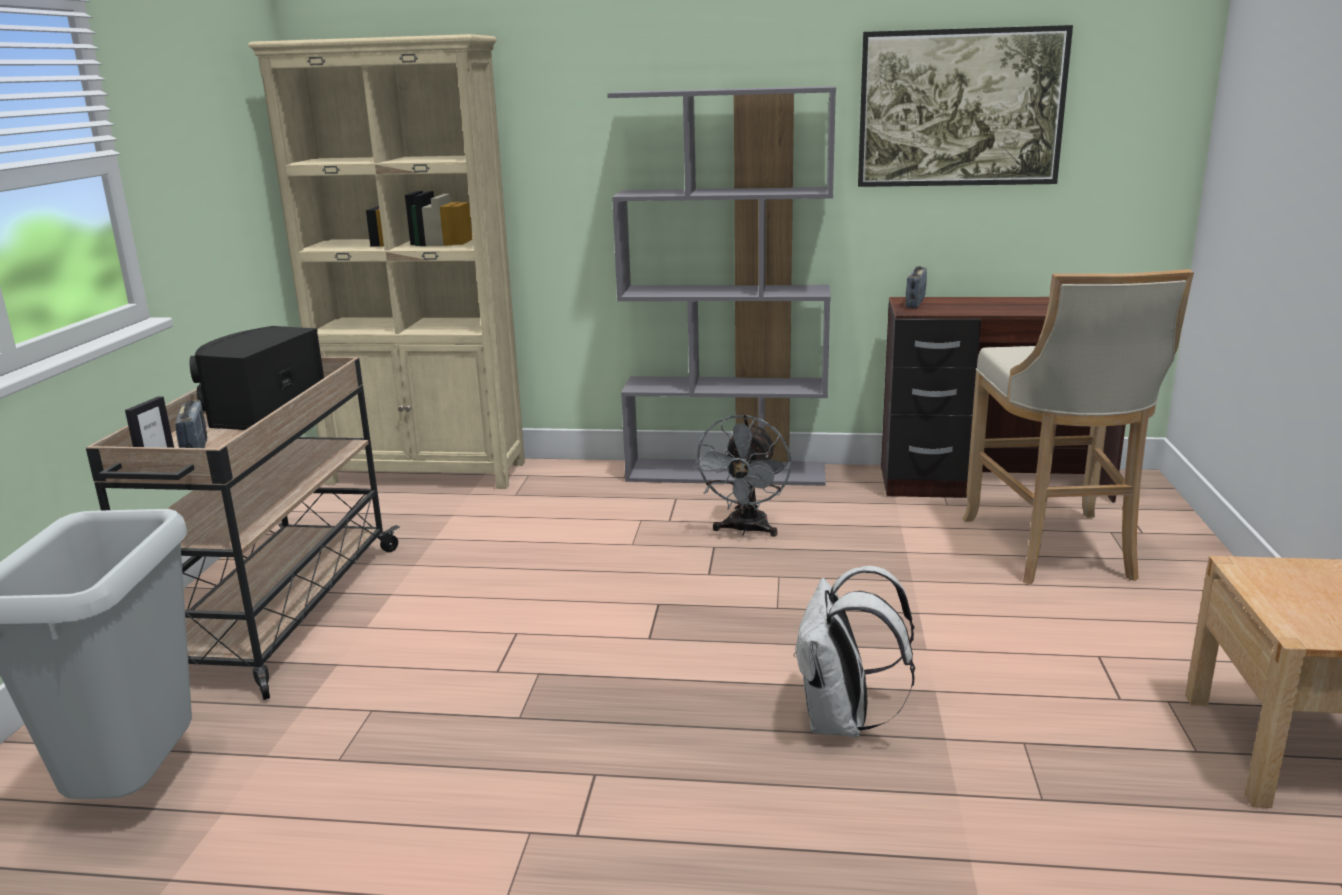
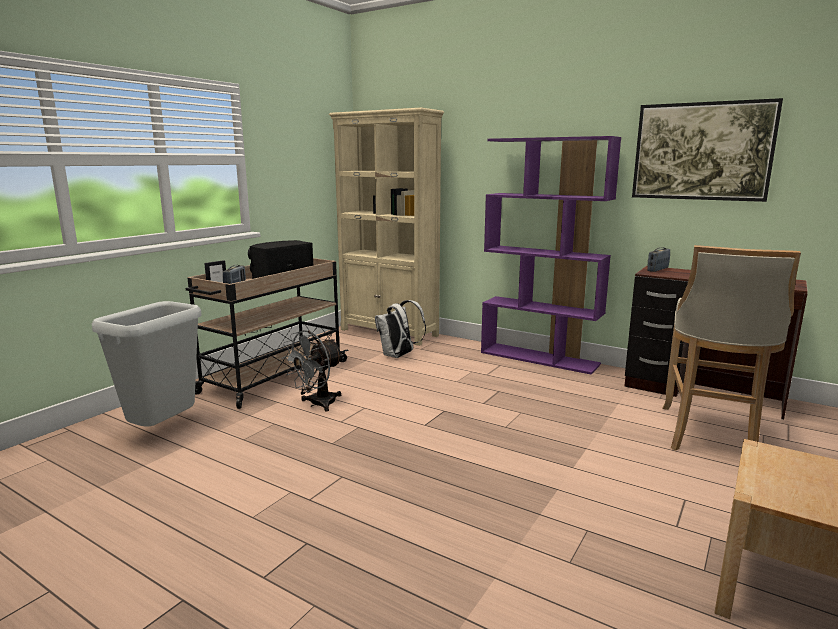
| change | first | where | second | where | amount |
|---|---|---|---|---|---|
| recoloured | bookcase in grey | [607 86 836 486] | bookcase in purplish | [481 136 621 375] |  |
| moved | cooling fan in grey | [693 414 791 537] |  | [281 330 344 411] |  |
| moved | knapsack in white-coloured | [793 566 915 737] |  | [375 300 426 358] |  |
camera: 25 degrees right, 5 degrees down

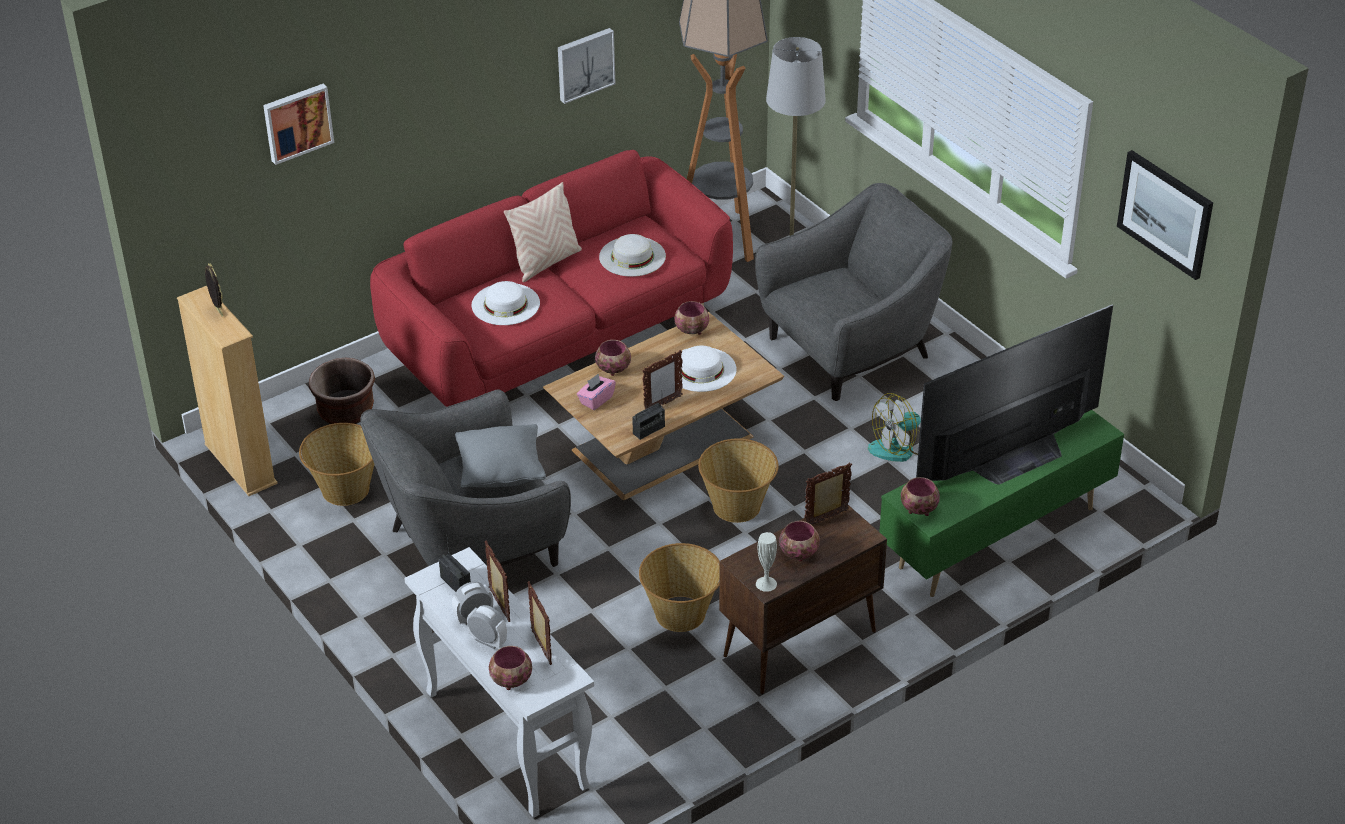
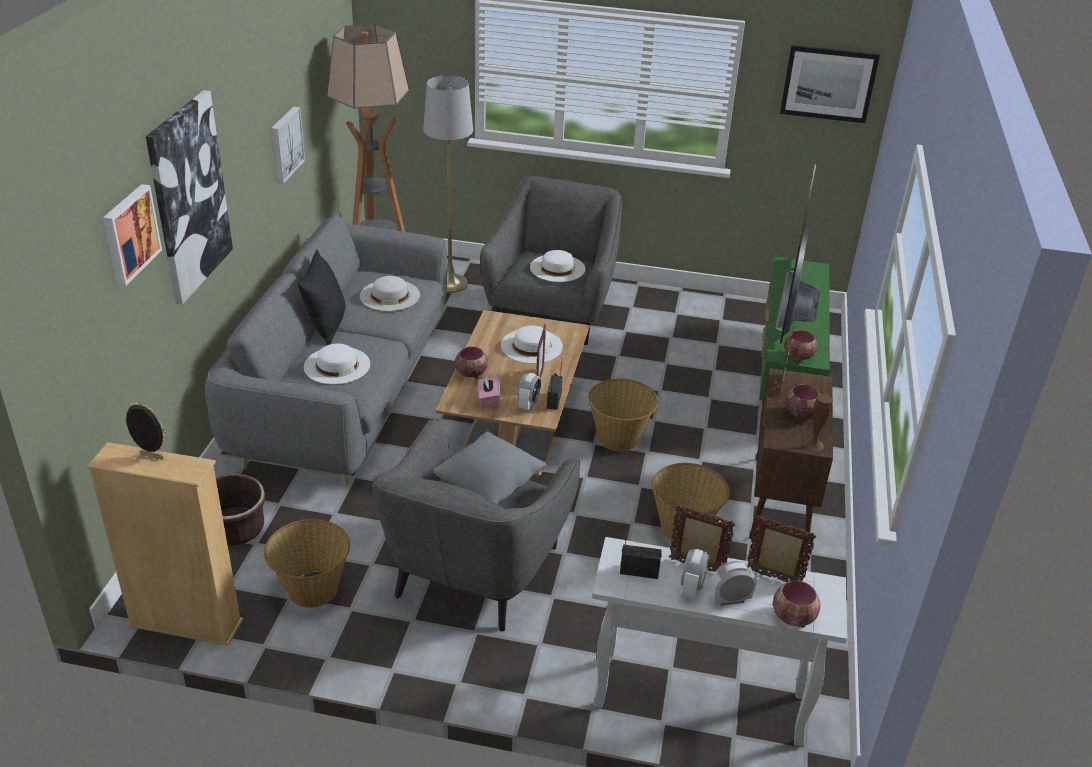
| change | first | where | second | where | amount |
|---|---|---|---|---|---|
| recoloured | sofa in reddish | [370 150 733 407] | sofa in grey | [205 215 447 485] |  |
| recoloured | pillow in beige | [504 182 582 282] | pillow in blackish | [298 249 346 345] |  |
| removed | bowl | [674 301 709 335] |  |  |  |
| removed | cooling fan | [868 393 921 462] |  |  |  |
| recoloured | flower vase in white-coloured | [756 532 777 592] | flower vase in brown | [804 394 833 451] |  |
| added |  |  | wall art | [146 90 233 305] |  |
| added |  |  | hat in white-coloured | [530 250 585 282] |  |
| added |  |  | alarm clock | [518 373 541 411] |  |
camera: 45 degrees left, 5 degrees down

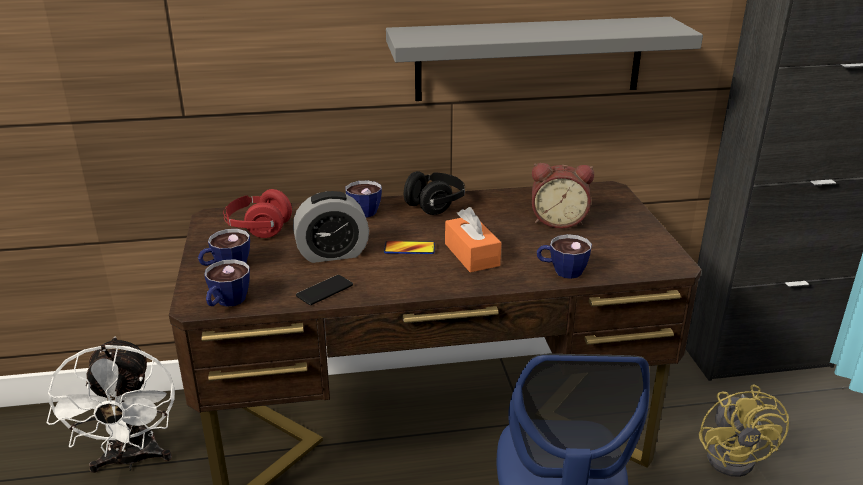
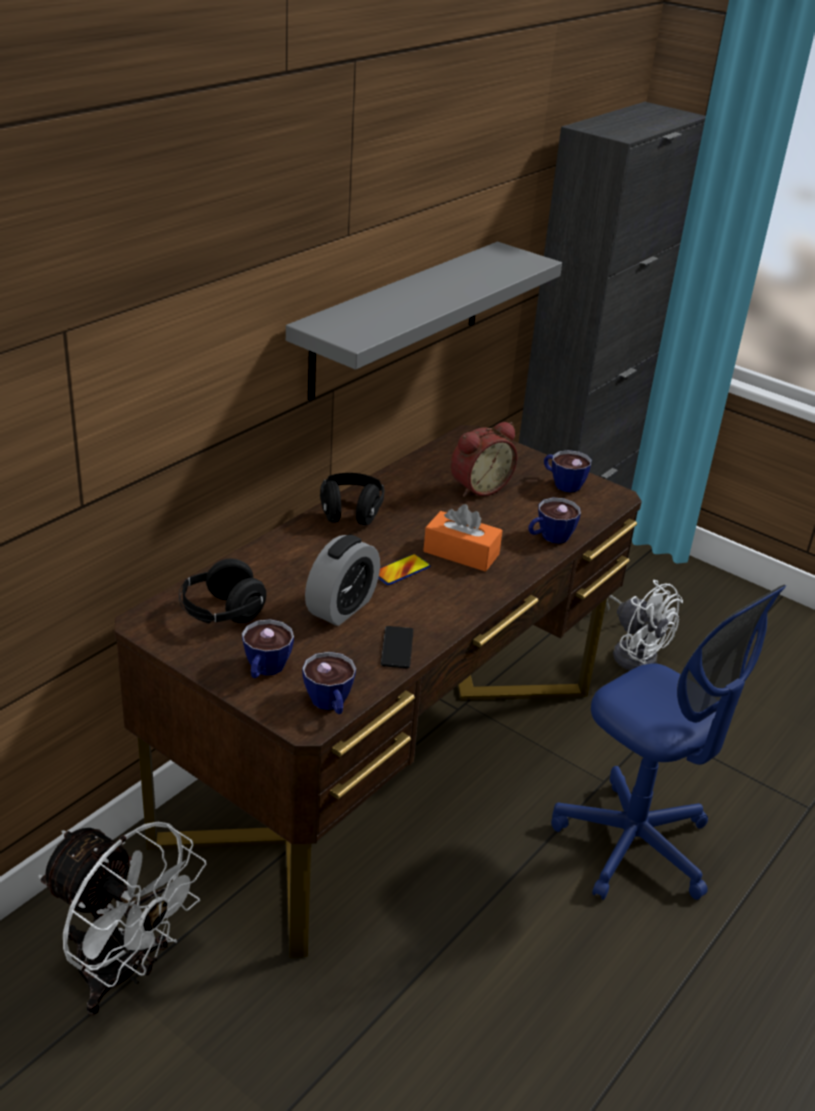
| change | first | where | second | where | amount |
|---|---|---|---|---|---|
| moved | drinking cup | [346 180 382 218] |  | [544 450 592 492] |  |
| recoloured | headphones in reddish | [223 189 292 238] | headphones in blackish | [179 559 266 623] |  |
| recoloured | cooling fan in yellowish | [699 384 789 477] | cooling fan in white-coloured | [606 580 683 670] |  |
camera: 45 degrees left, 5 degrees up

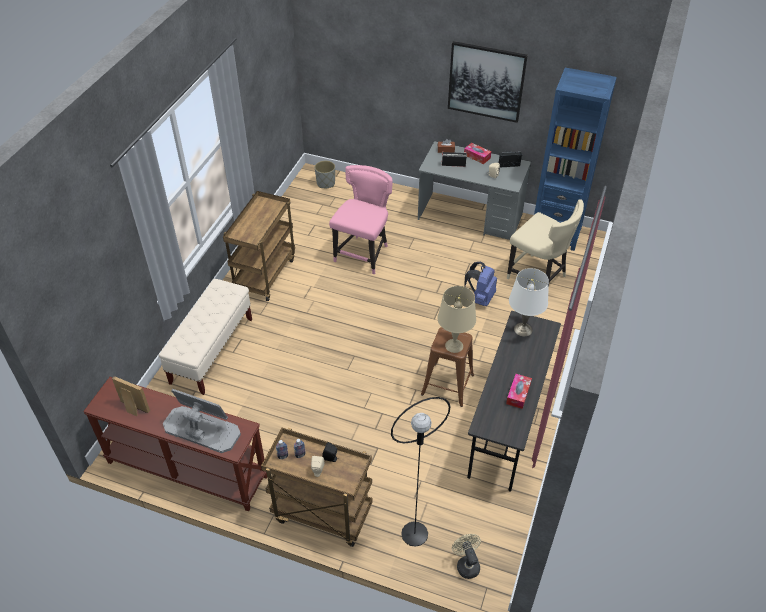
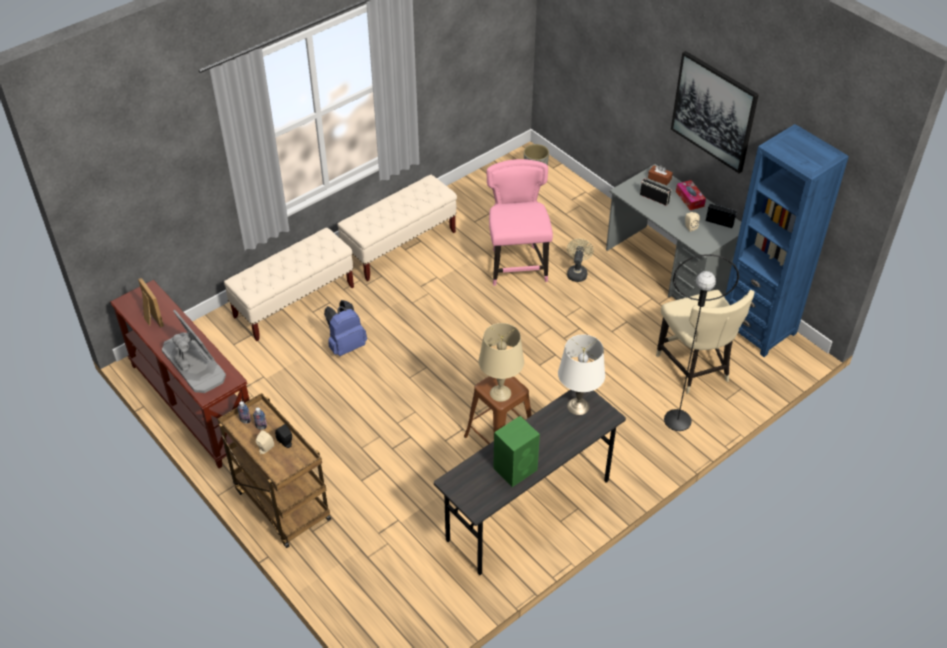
| change | first | where | second | where | amount |
|---|---|---|---|---|---|
| turned | plain chair in pinkish | [329 165 393 275] |  | [487 159 553 286] | 60 degrees counterclockwise |
| replaced | wheeled cart in brown | [223 191 295 301] | bench in beige | [337 175 457 281] |  |
| moved | knapsack in blue | [464 262 497 306] |  | [324 300 367 356] |  |
| replaced | box of tissues | [506 374 532 409] | audio speaker in green-coloured | [493 416 540 487] |  |
| moved | floor lamp in blackish | [391 397 451 547] |  | [664 254 739 431] |  |
| moved | cooling fan in beige | [452 534 481 579] |  | [567 239 594 282] |  |
camera: 30 degrees right, 0 degrees up

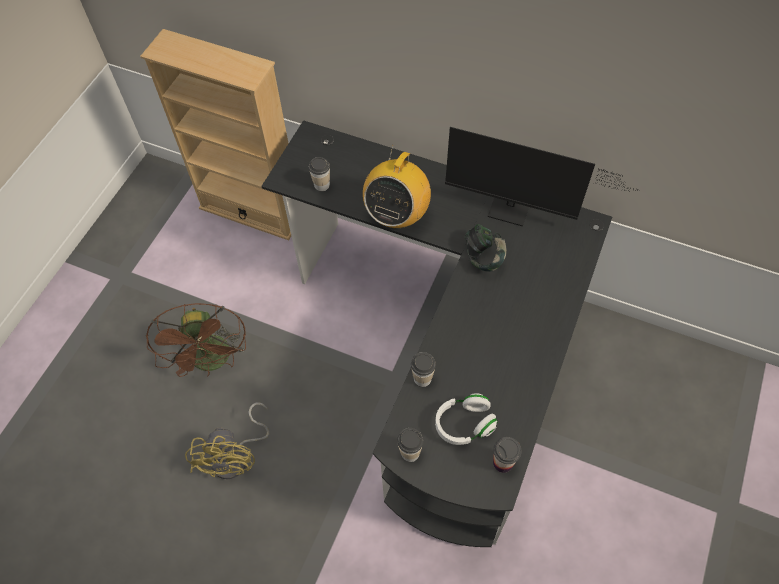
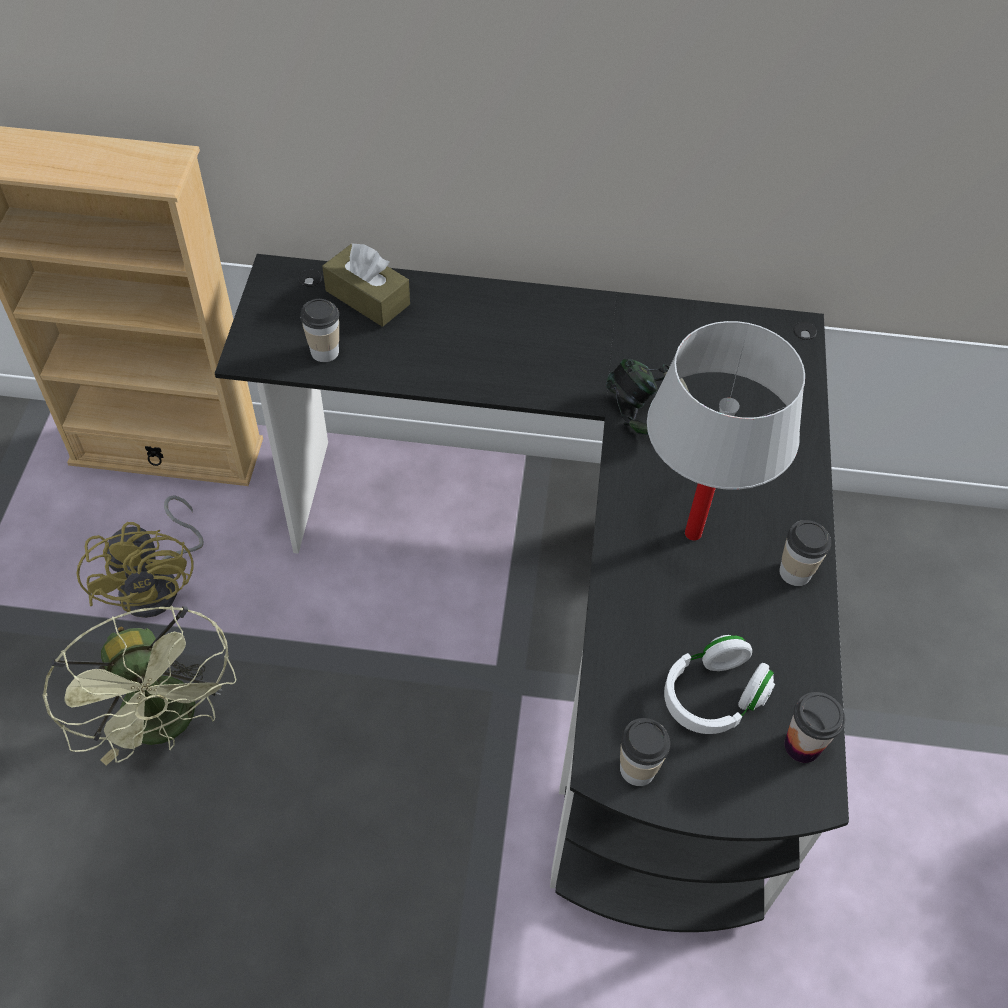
| change | first | where | second | where | amount |
|---|---|---|---|---|---|
| removed | computer display | [445 127 640 226] |  |  |  |
| removed | radio | [363 145 431 229] |  |  |  |
| recoloured | cooling fan in brown | [146 303 246 377] | cooling fan in green-coloured | [42 606 236 766] |  |
| moved | drinking cup | [411 352 436 387] |  | [779 520 831 586] |  |
| moved | cooling fan in yellowish | [185 402 269 479] |  | [77 496 204 618] |  |
| added |  |  | box of tissues in brown | [322 243 410 327] |  |
| added |  |  | lamp for a table in white-coloured | [647 321 805 541] |  |
camera: 20 degrees left, 5 degrees down

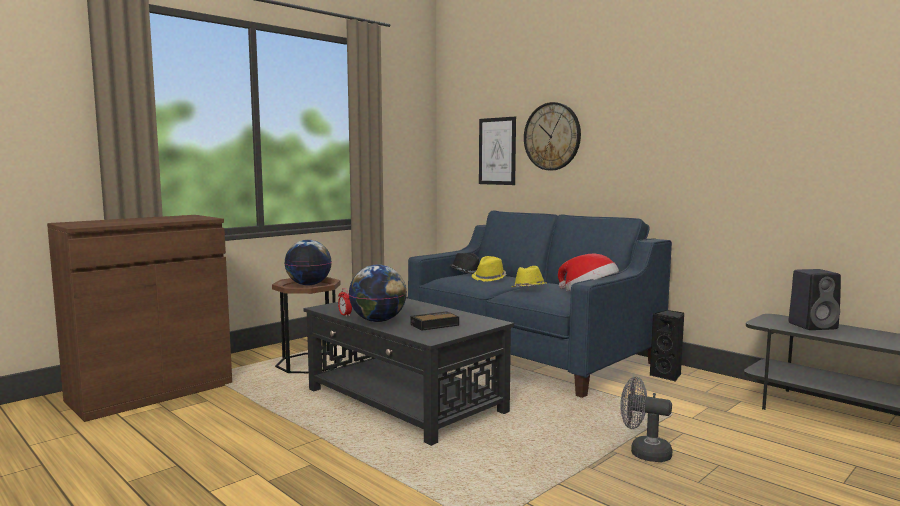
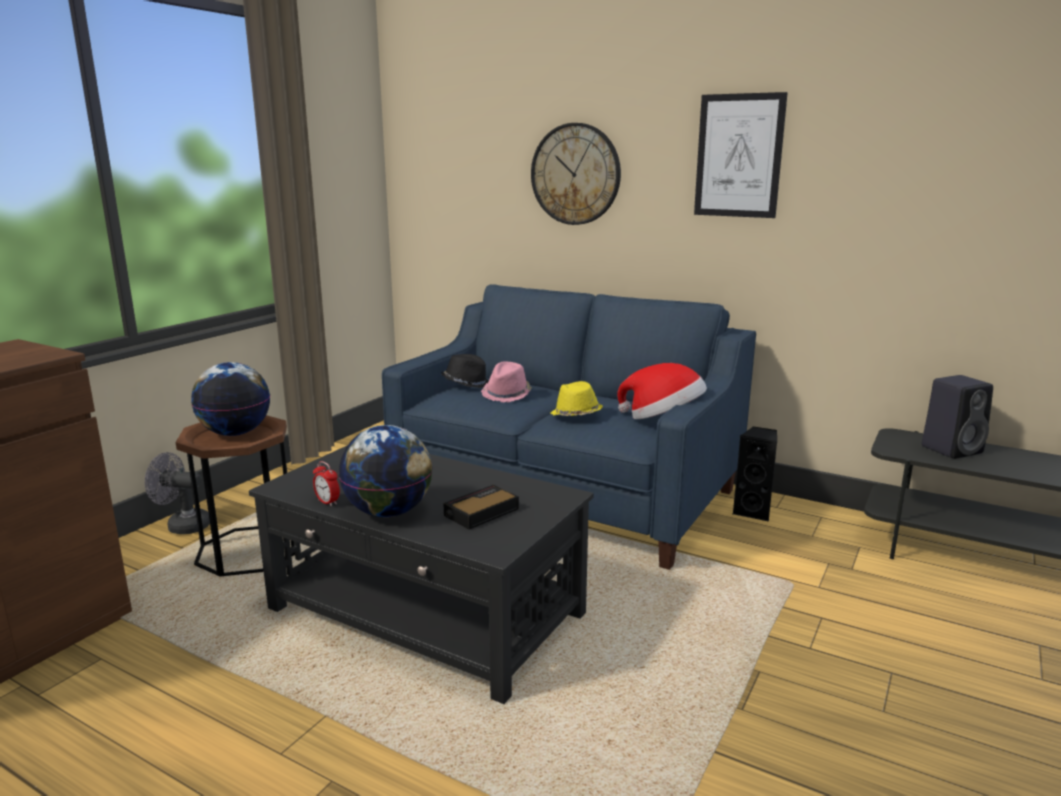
| change | first | where | second | where | amount |
|---|---|---|---|---|---|
| moved | wall art | [479 117 516 185] |  | [694 92 788 218] |  |
| recoloured | hat in yellowish | [472 256 506 282] | hat in pinkish | [481 362 532 402] |  |
| moved | cooling fan in grey | [620 377 672 462] |  | [145 452 210 534] |  |
camera: 15 degrees left, 10 degrees up

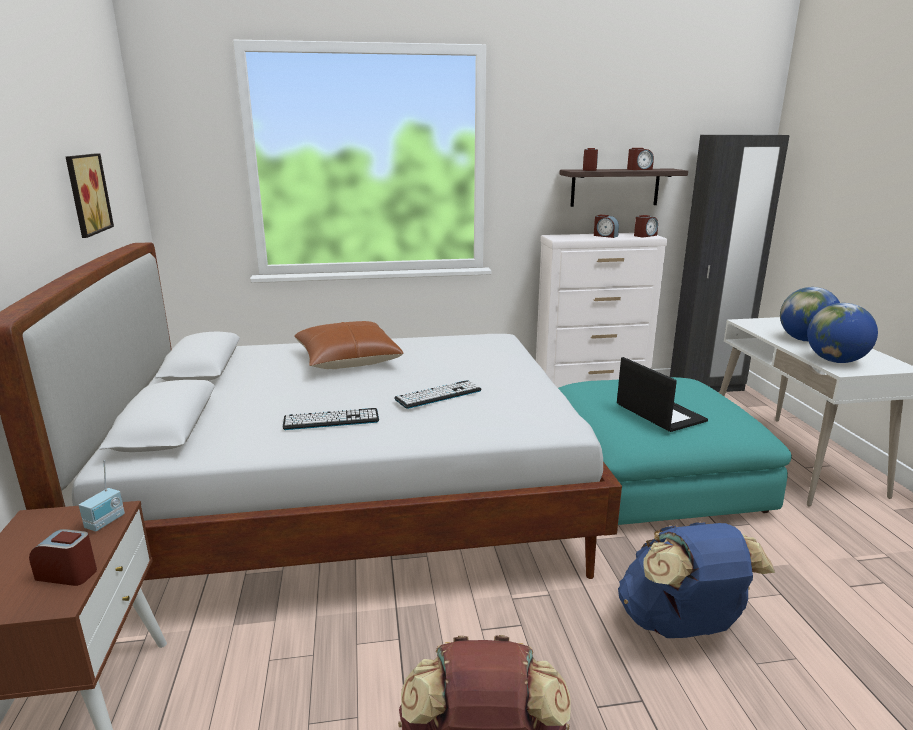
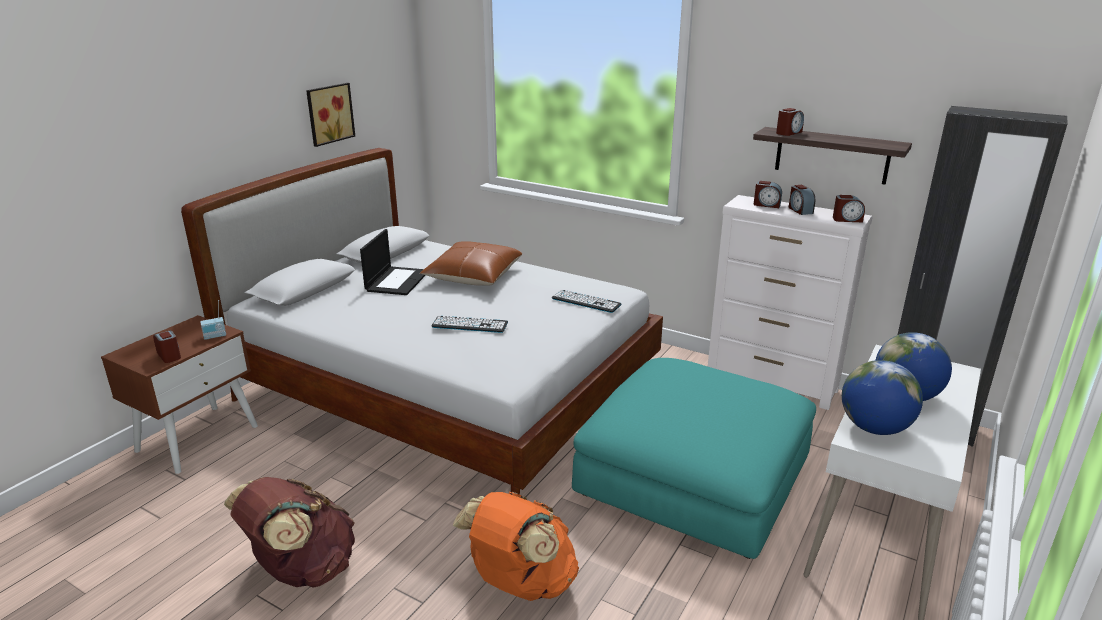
| change | first | where | second | where | amount |
|---|---|---|---|---|---|
| moved | alarm clock | [627 148 654 170] |  | [754 181 782 208] |  |
| moved | portable computer | [617 357 708 432] |  | [360 229 426 295] |  |
| moved | PC keyboard | [282 408 379 430] |  | [552 290 621 313] |  |
| recoloured | knapsack in blue | [618 522 775 638] | knapsack in orange | [453 492 579 601] |  |
camera: 40 degrees right, 5 degrees up

